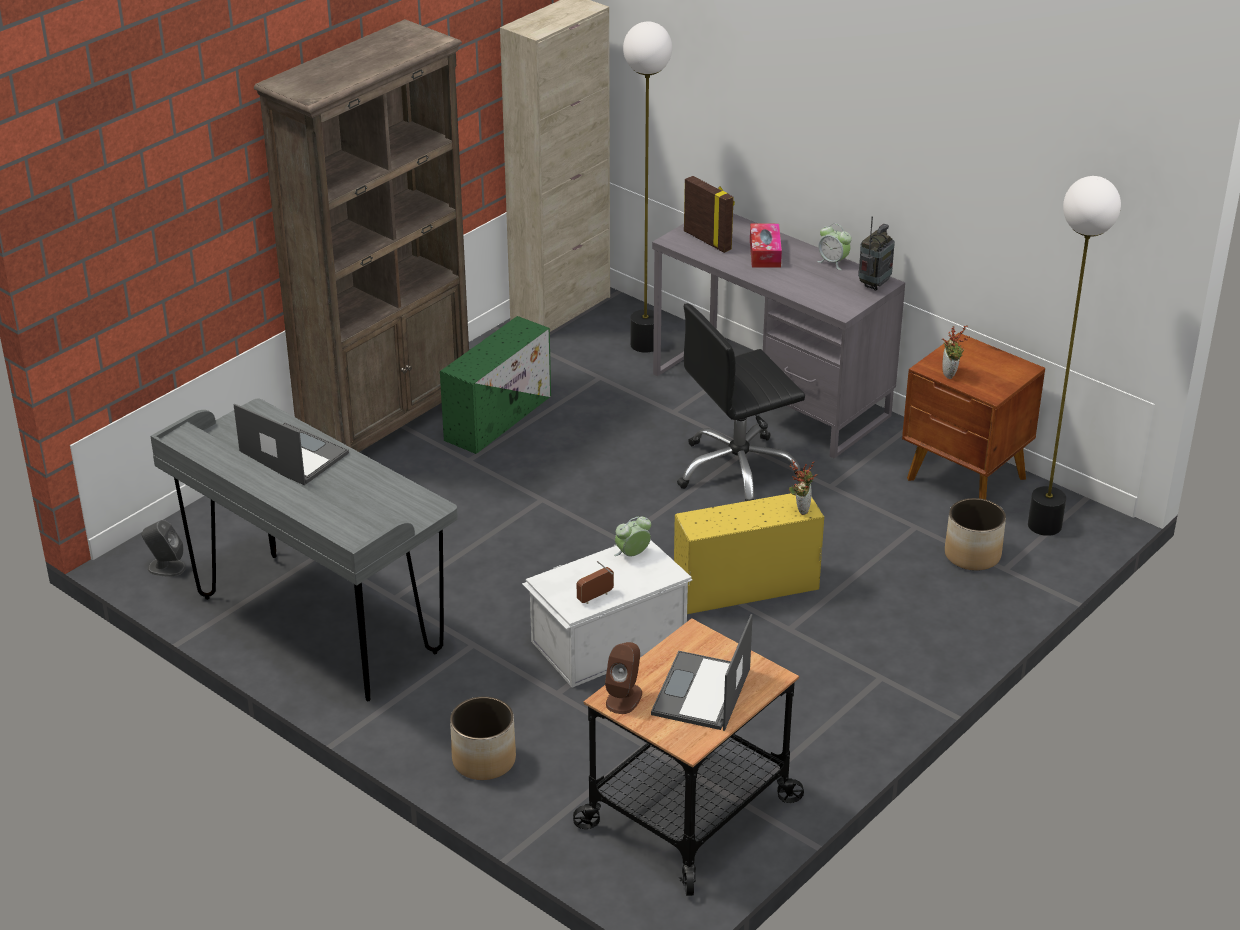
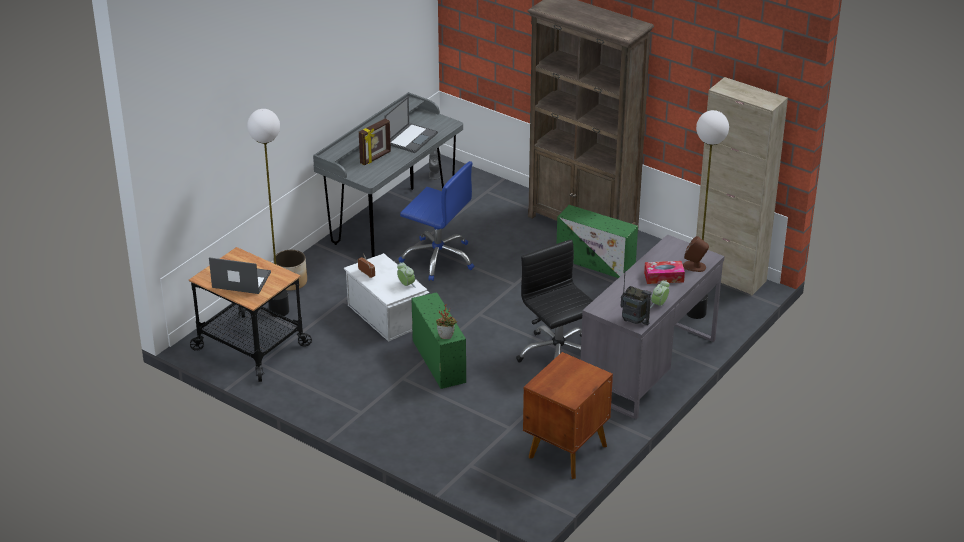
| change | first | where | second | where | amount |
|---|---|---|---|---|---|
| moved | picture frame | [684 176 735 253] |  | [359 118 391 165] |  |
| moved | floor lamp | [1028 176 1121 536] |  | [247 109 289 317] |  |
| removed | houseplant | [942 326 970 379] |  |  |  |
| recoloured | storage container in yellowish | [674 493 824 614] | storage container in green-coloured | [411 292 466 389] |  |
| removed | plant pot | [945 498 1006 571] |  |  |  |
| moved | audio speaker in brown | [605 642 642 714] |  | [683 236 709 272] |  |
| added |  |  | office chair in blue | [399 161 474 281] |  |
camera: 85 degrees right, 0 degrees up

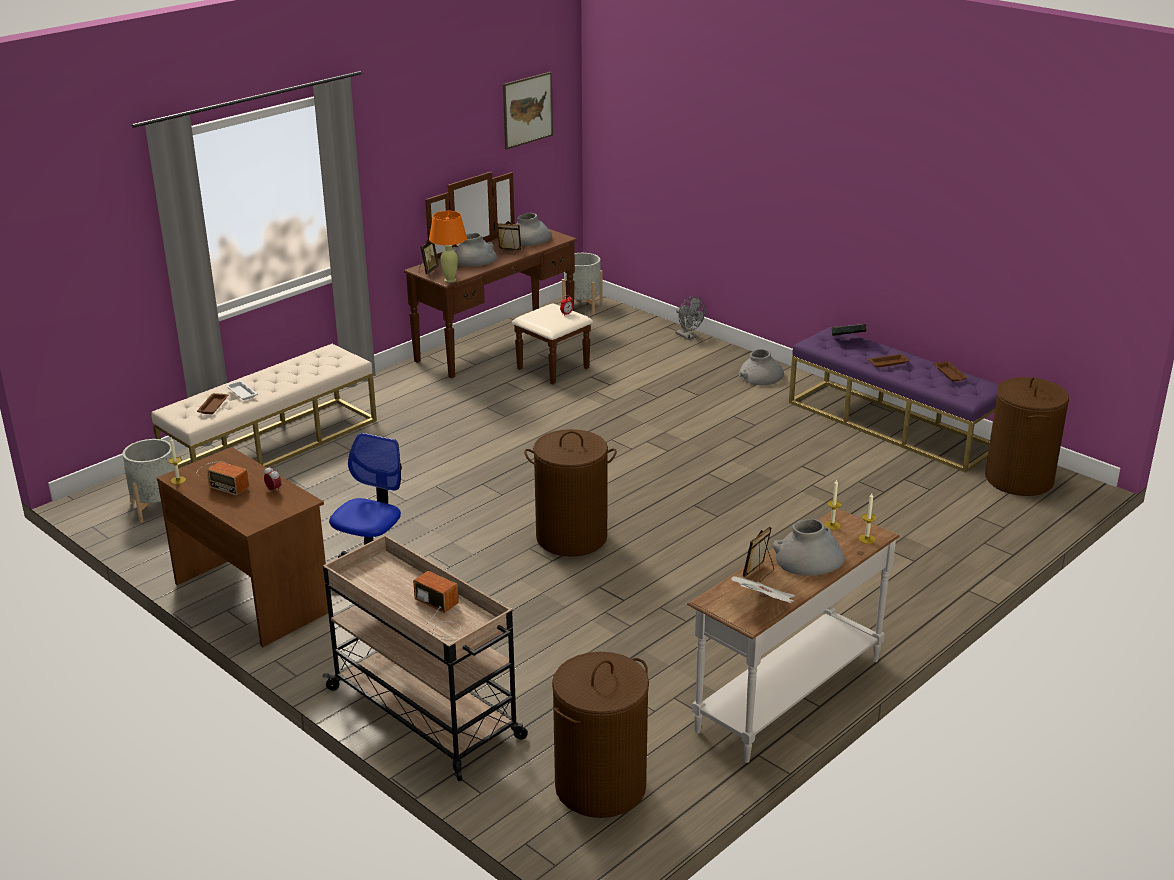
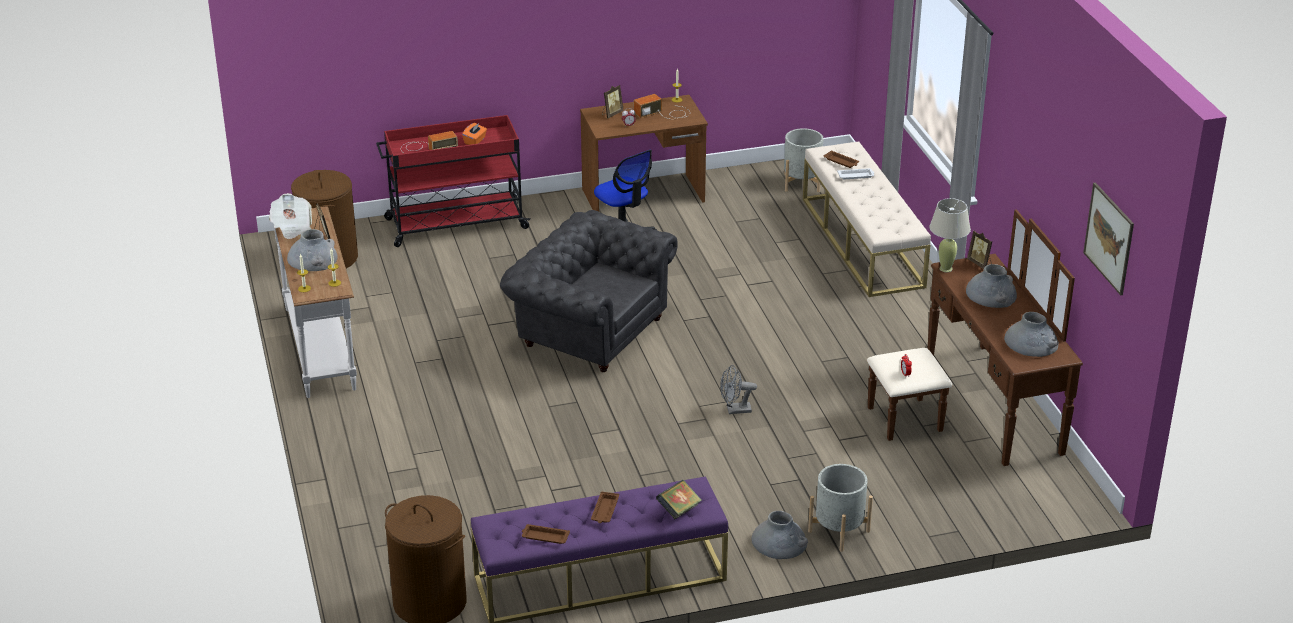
| change | first | where | second | where | amount |
|---|---|---|---|---|---|
| recoloured | lamp for a table in orange | [429 211 467 282] | lamp for a table in beige | [929 198 971 272] |  |
| moved | picture frame | [497 221 521 255] |  | [602 85 623 118] |  |
| moved | plant pot in grey | [562 253 602 314] |  | [808 464 873 552] |  |
| moved | cooling fan in grey | [675 296 705 340] |  | [720 365 757 414] |  |
| replaced | washing basket in brown | [524 429 617 557] | easy chair in grey | [500 210 678 372] |  |
| recoloured | wheeled cart in beige | [322 535 528 781] | wheeled cart in reddish | [376 115 531 247] |  |
| added |  |  | box of tissues in orange | [462 122 487 145] |  |
camera: 120 degrees right, 5 degrees up

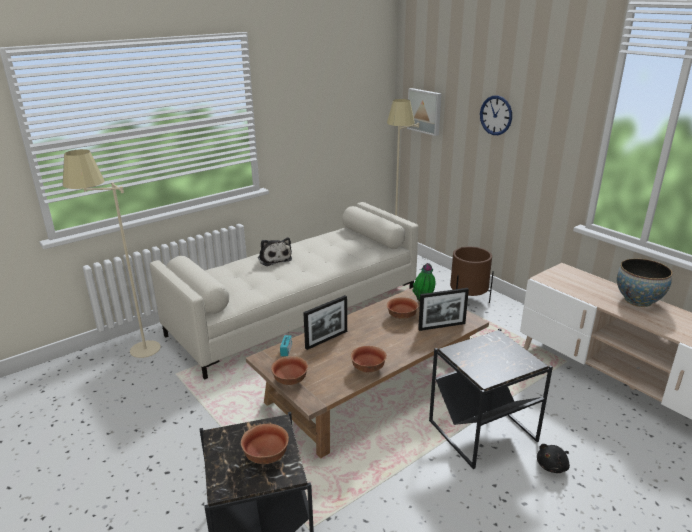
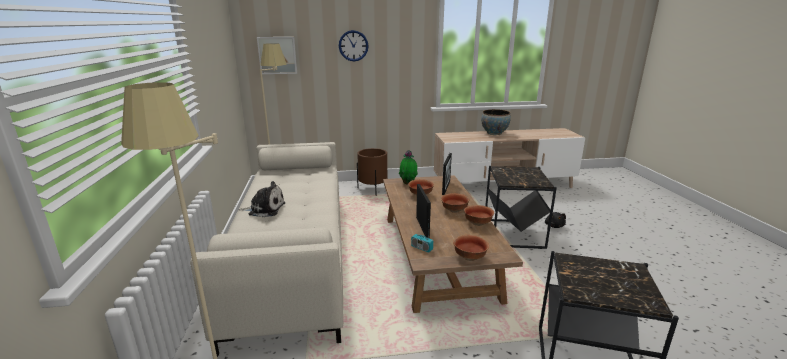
| change | first | where | second | where | amount |
|---|---|---|---|---|---|
| moved | bowl | [241 424 289 464] |  | [441 193 470 213] |  |
camera: 60 degrees left, 5 degrees down

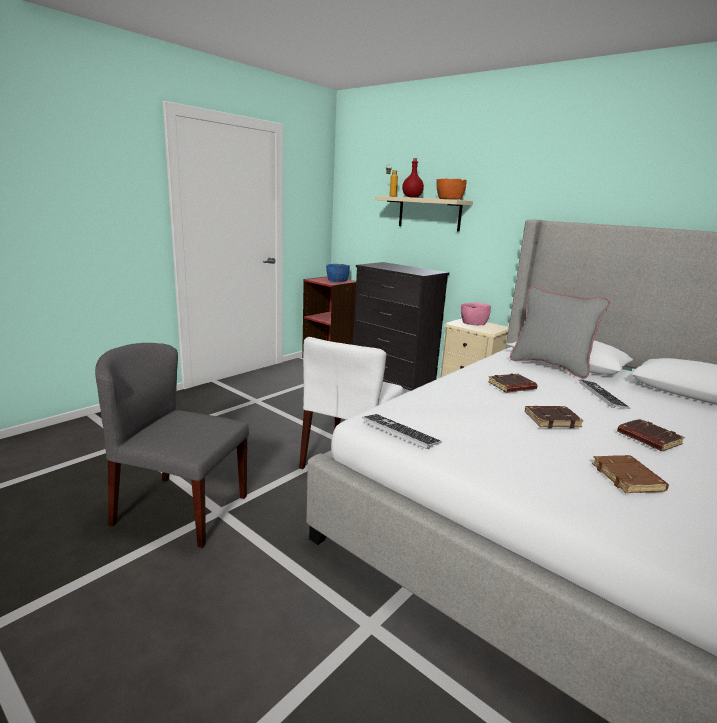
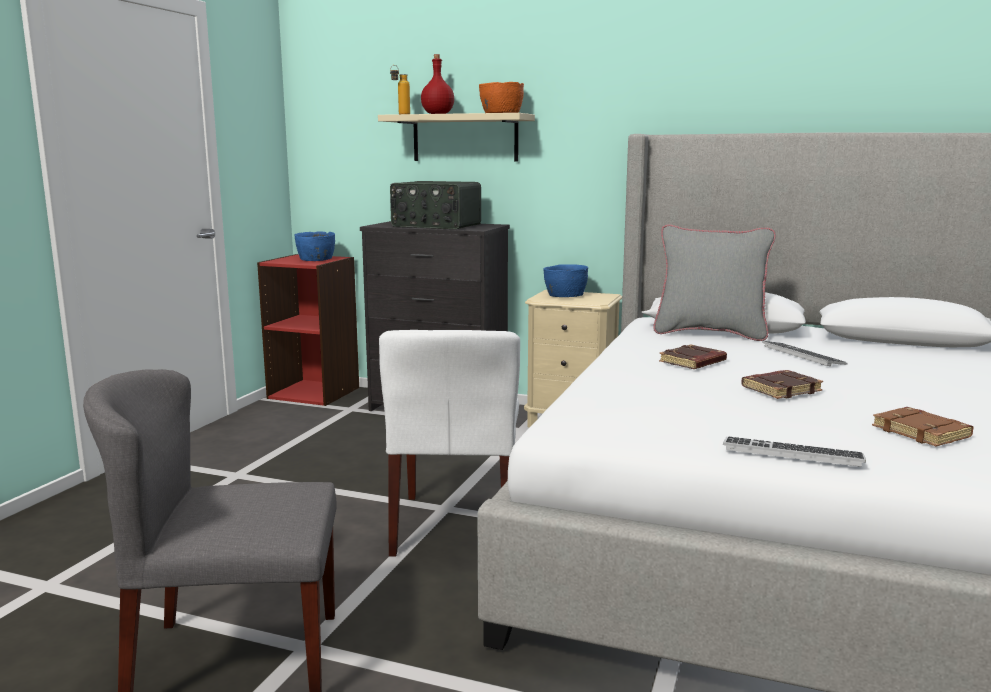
| change | first | where | second | where | amount |
|---|---|---|---|---|---|
| recoloured | bowl in pinkish | [461 302 491 325] | bowl in blue | [543 264 588 297] |  |
| moved | PC keyboard | [362 414 442 449] |  | [723 437 866 467] |  |
| removed | bound book in brown | [617 419 685 451] |  |  |  |
| added |  |  | radio | [390 181 481 229] |  |
camera: 20 degrees left, 5 degrees down

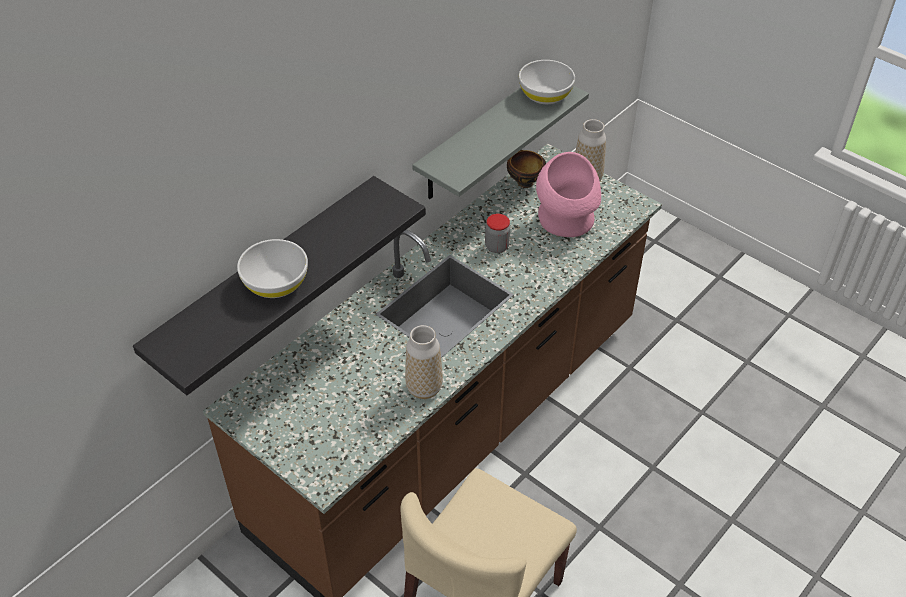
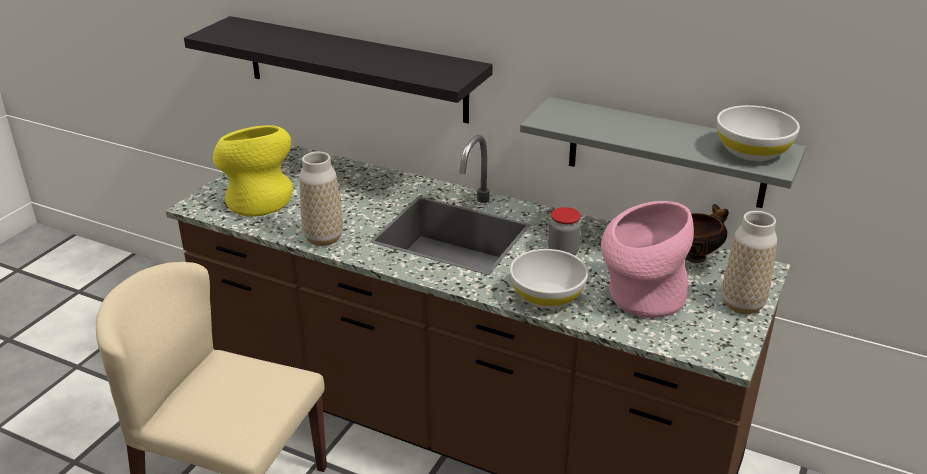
| change | first | where | second | where | amount |
|---|---|---|---|---|---|
| moved | bowl in white-coloured | [237 239 308 298] |  | [510 249 588 309] |  |
| added |  |  | flower vase in yellowish | [213 125 293 217] |  |
camera: 75 degrees right, 15 degrees down

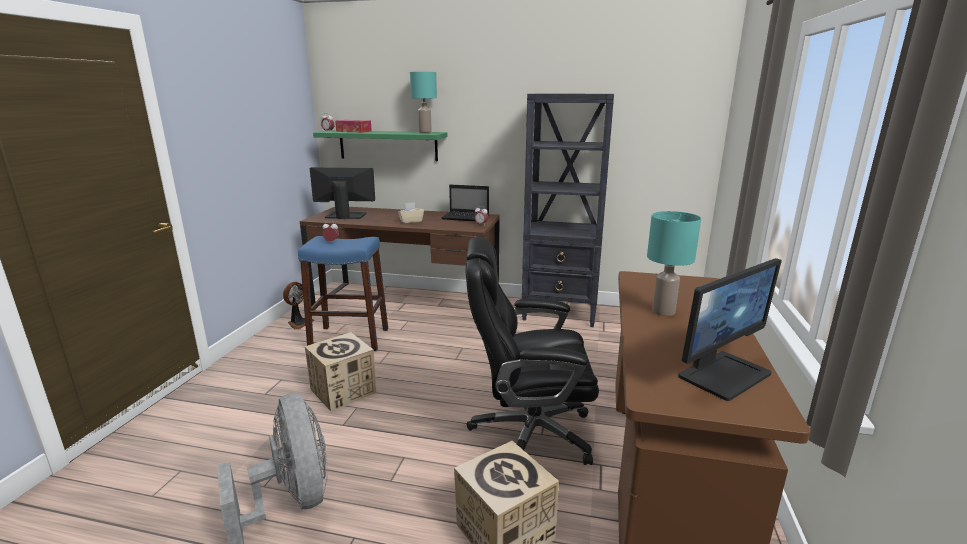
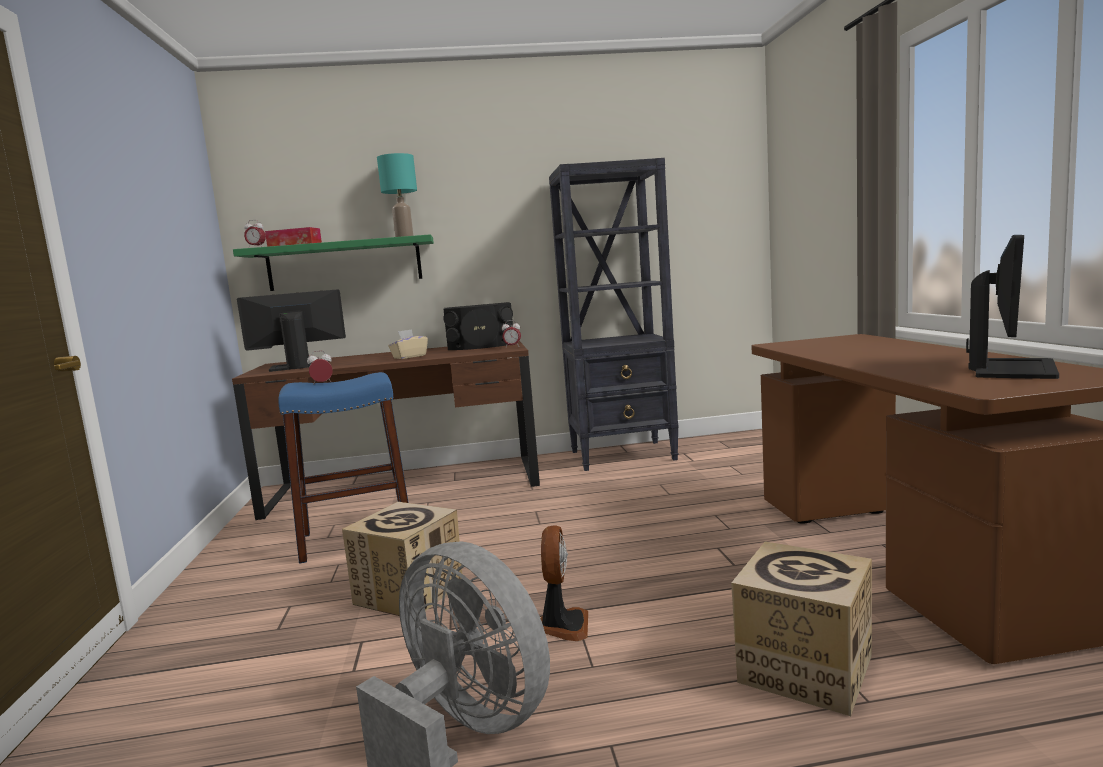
| change | first | where | second | where | amount |
|---|---|---|---|---|---|
| replaced | portable computer | [442 185 489 221] | audio speaker in blackish | [443 302 513 350] |  |
| removed | lamp for a table in turquoise-coloured | [647 211 701 316] |  |  |  |
| removed | office chair in blackish | [465 237 599 465] |  |  |  |
| moved | cooling fan | [283 282 314 329] |  | [540 525 588 641] |  |
camera: 20 degrees left, 10 degrees down

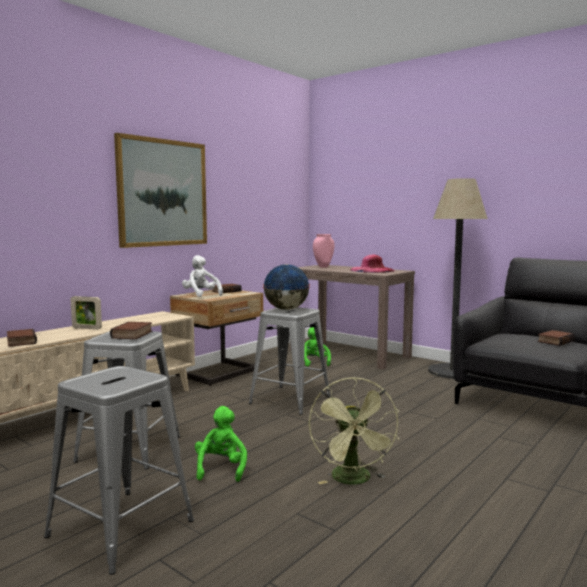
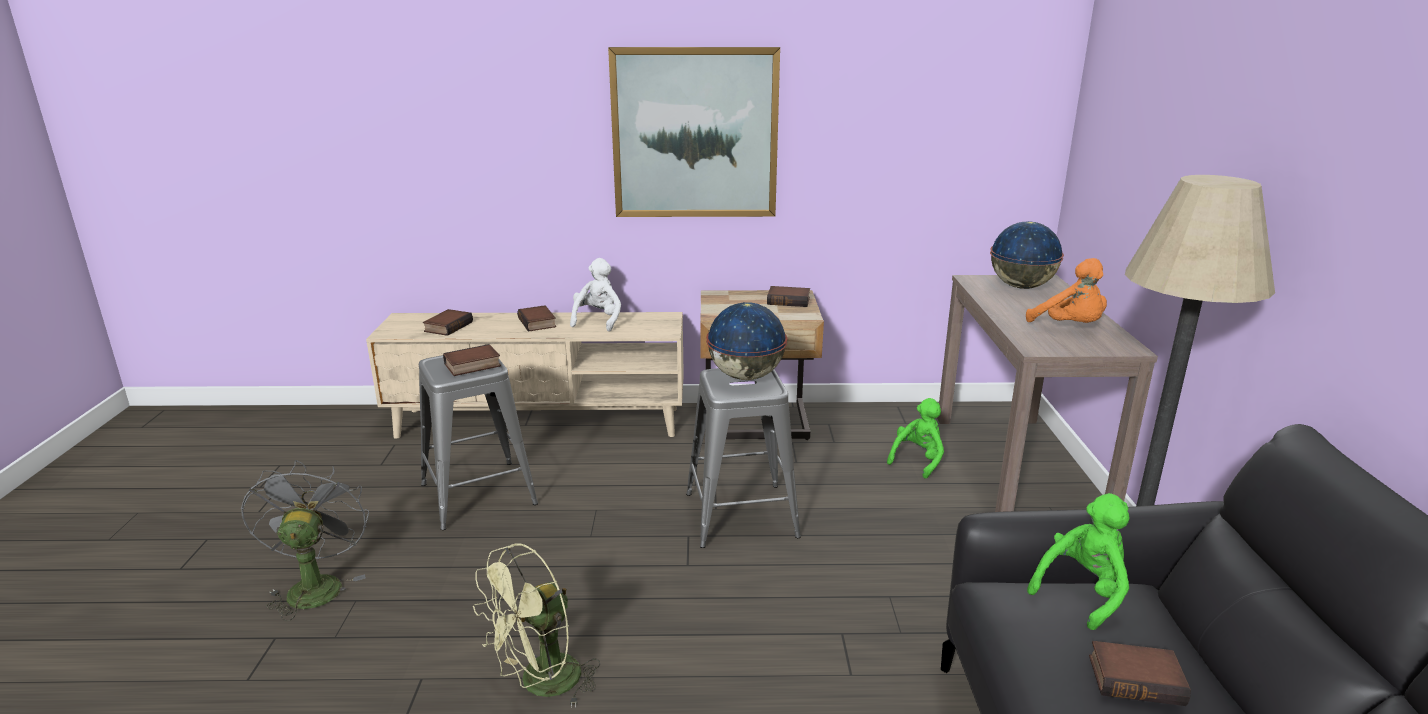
| change | first | where | second | where | amount |
|---|---|---|---|---|---|
| replaced | flower vase in pinkish | [313 234 334 268] | world globe | [990 221 1064 289] |  |
| moved | soft toy in white-coloured | [182 255 223 297] |  | [570 258 621 332] |  |
| replaced | hat in pinkish | [350 255 394 273] | soft toy in orange | [1026 258 1107 323] |  |
| replaced | picture frame | [71 296 102 330] | bound book | [517 305 556 332] |  |
| replaced | sitting stool in grey | [44 366 194 575] | cooling fan in grey | [241 460 369 621] |  |
| moved | soft toy in green-coloured | [195 406 247 482] |  | [1027 493 1129 630] |  |
camera: 50 degrees right, 15 degrees up

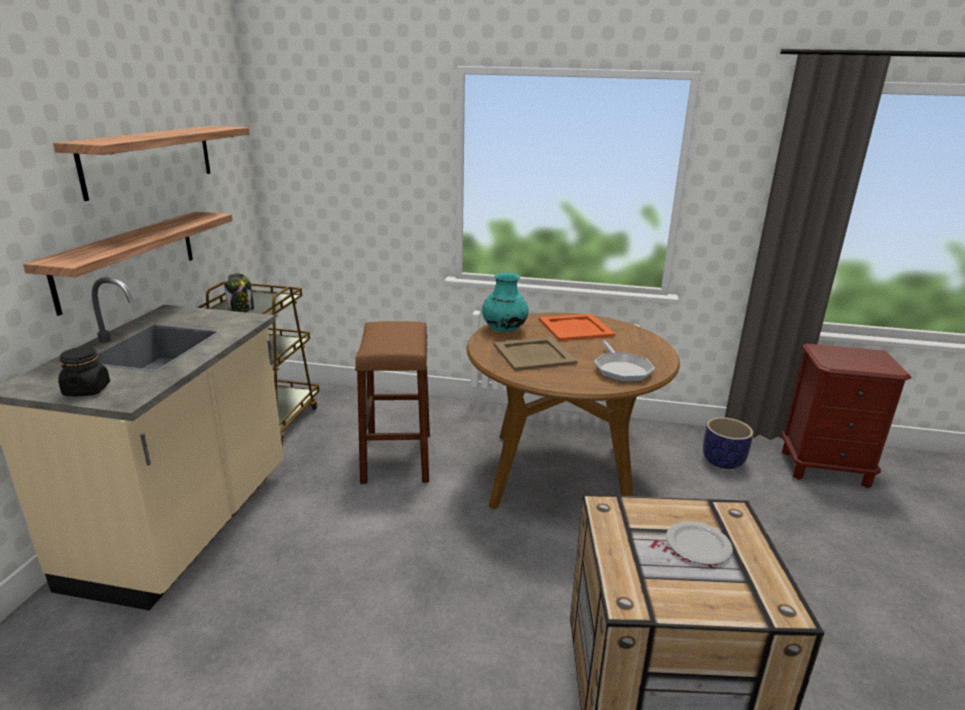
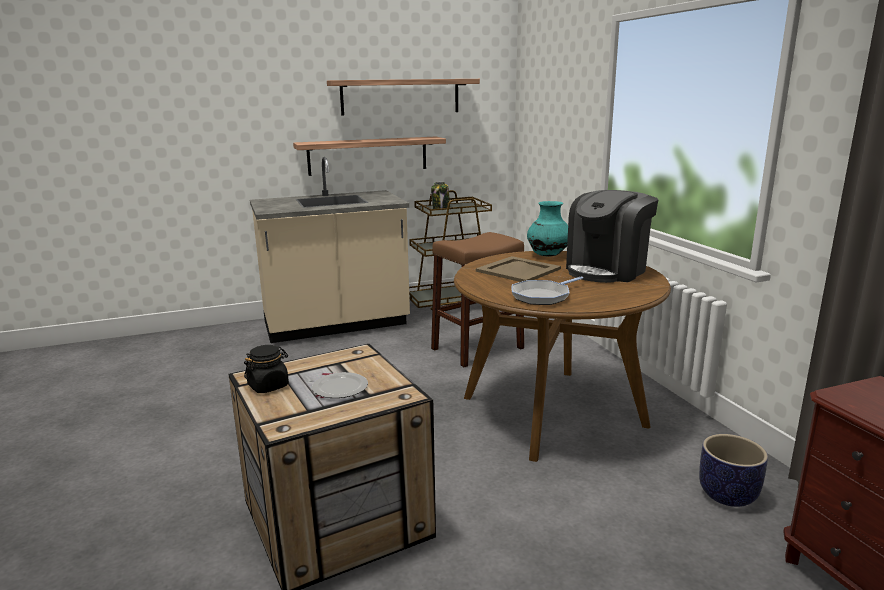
| change | first | where | second | where | amount |
|---|---|---|---|---|---|
| replaced | serving tray in orange | [539 314 615 341] | coffee brewer | [566 190 659 283] |  |
| moved | jar in blackish | [58 347 110 396] |  | [244 345 289 393] |  |
camera: 60 degrees right, 5 degrees down

